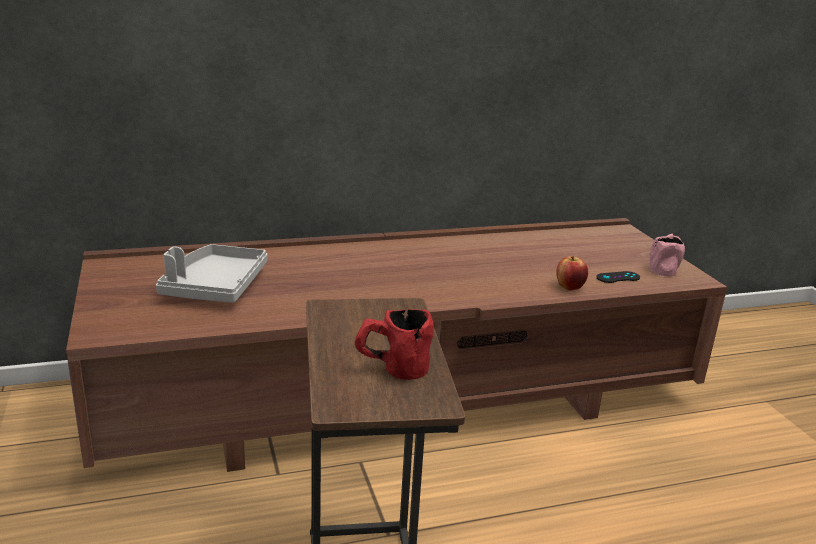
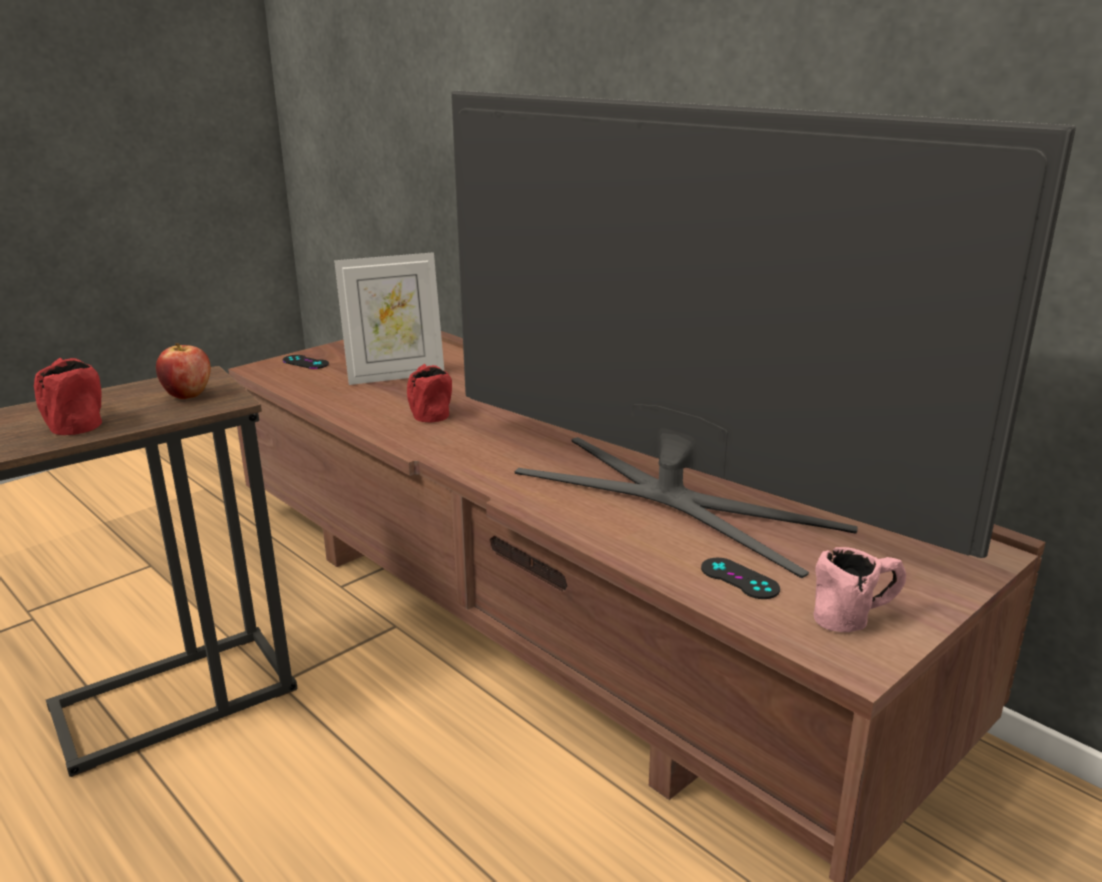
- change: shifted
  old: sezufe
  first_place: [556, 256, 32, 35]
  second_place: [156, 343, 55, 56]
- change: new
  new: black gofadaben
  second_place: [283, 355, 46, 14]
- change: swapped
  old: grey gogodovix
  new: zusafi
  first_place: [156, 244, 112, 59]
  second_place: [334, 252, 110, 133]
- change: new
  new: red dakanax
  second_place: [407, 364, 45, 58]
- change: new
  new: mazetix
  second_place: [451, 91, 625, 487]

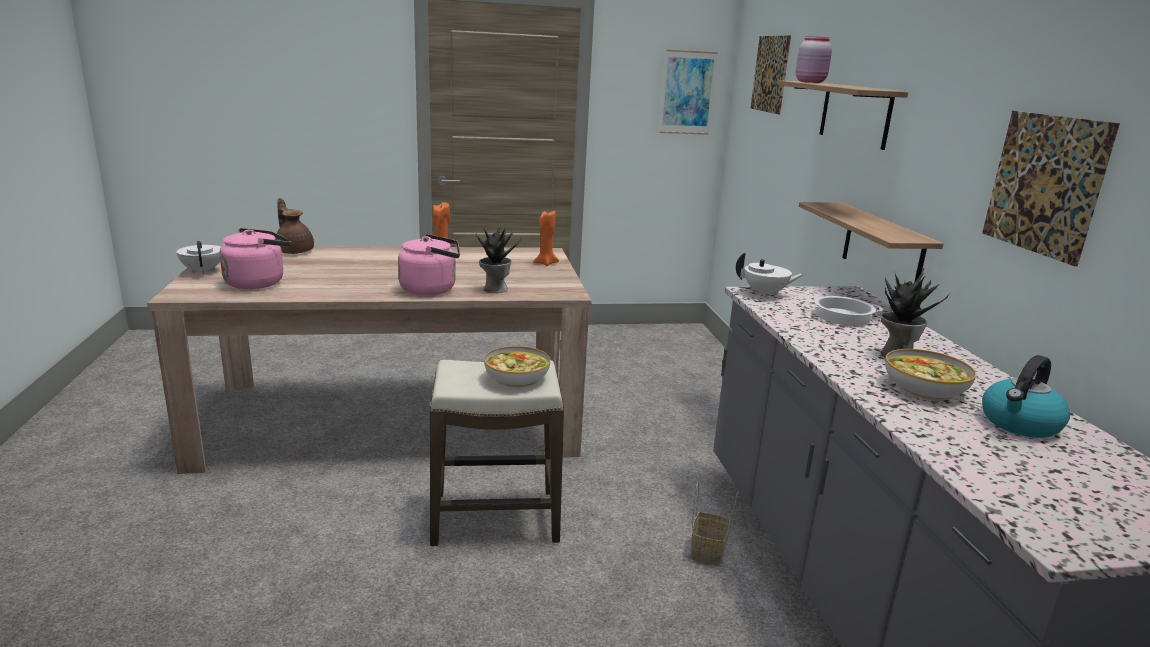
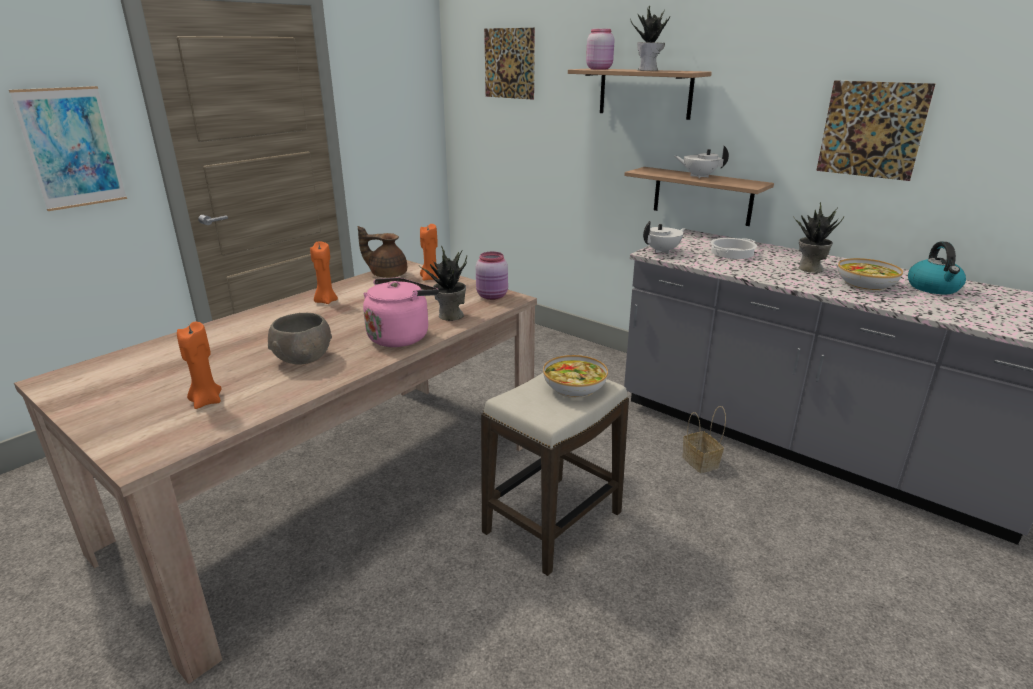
- change: shifted
  old: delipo
  first_place: [659, 50, 59, 85]
  second_place: [9, 86, 118, 125]
- change: swapped
  old: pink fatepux
  new: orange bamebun
  first_place: [220, 228, 71, 61]
  second_place: [177, 322, 44, 87]
- change: new
  new: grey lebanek
  second_place: [268, 313, 64, 52]
- change: shifted
  old: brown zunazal
  first_place: [275, 198, 39, 56]
  second_place: [358, 226, 49, 52]
- change: new
  new: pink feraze
  second_place: [476, 252, 32, 48]
- change: new
  new: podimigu
  second_place: [631, 6, 39, 65]
- change: shifted
  old: white zunazal
  first_place: [177, 241, 44, 33]
  second_place: [675, 146, 54, 32]

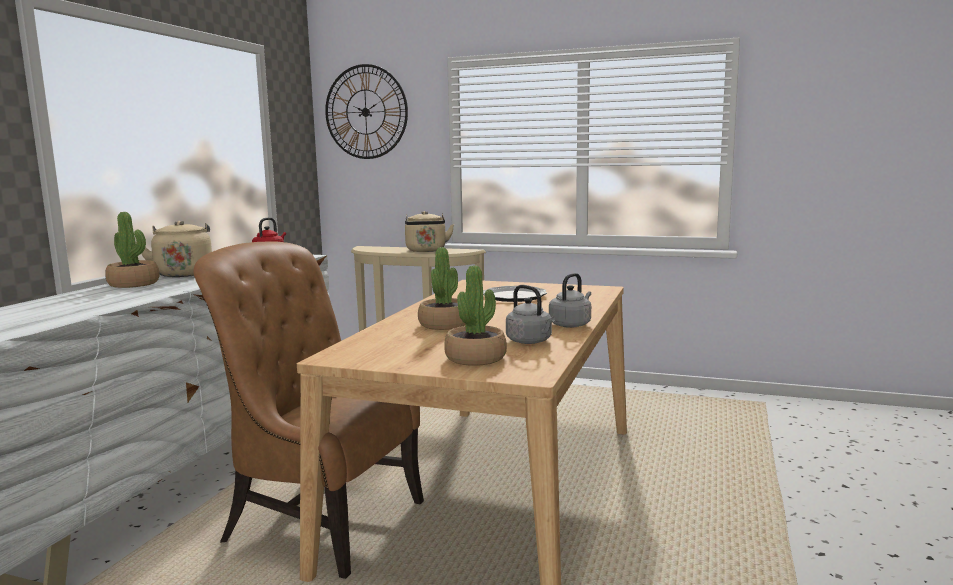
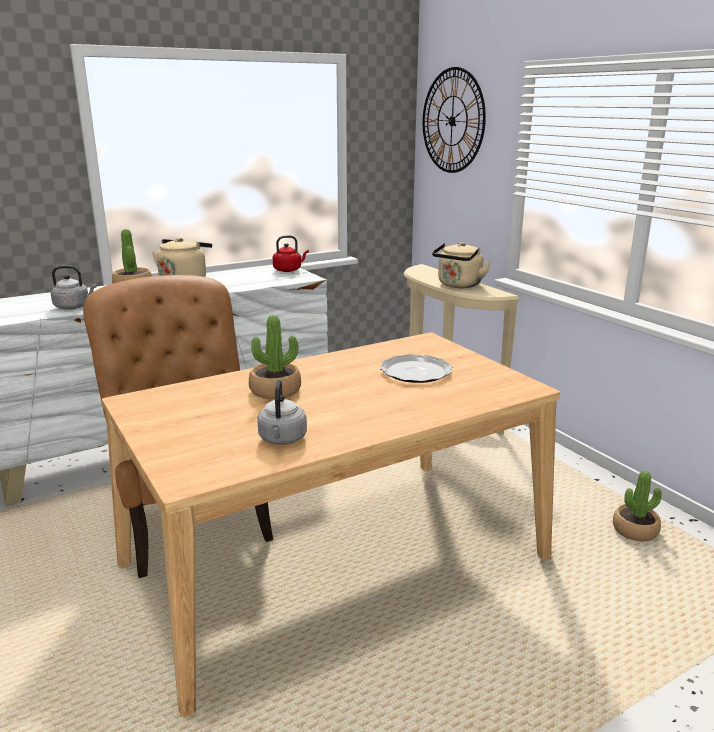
- change: shifted
  old: grey fatepux
  first_place: [549, 273, 42, 55]
  second_place: [51, 266, 46, 43]
- change: shifted
  old: podimigu
  first_place: [444, 266, 63, 100]
  second_place: [613, 471, 49, 70]

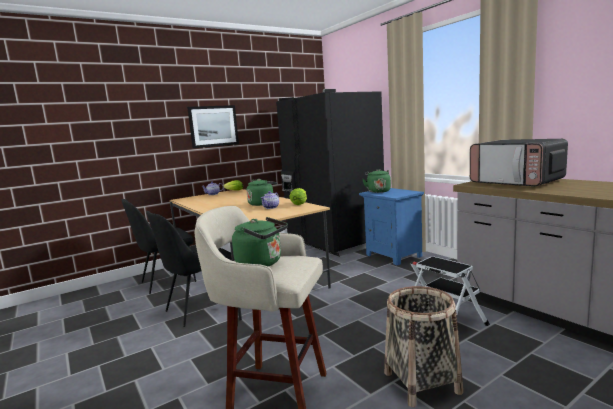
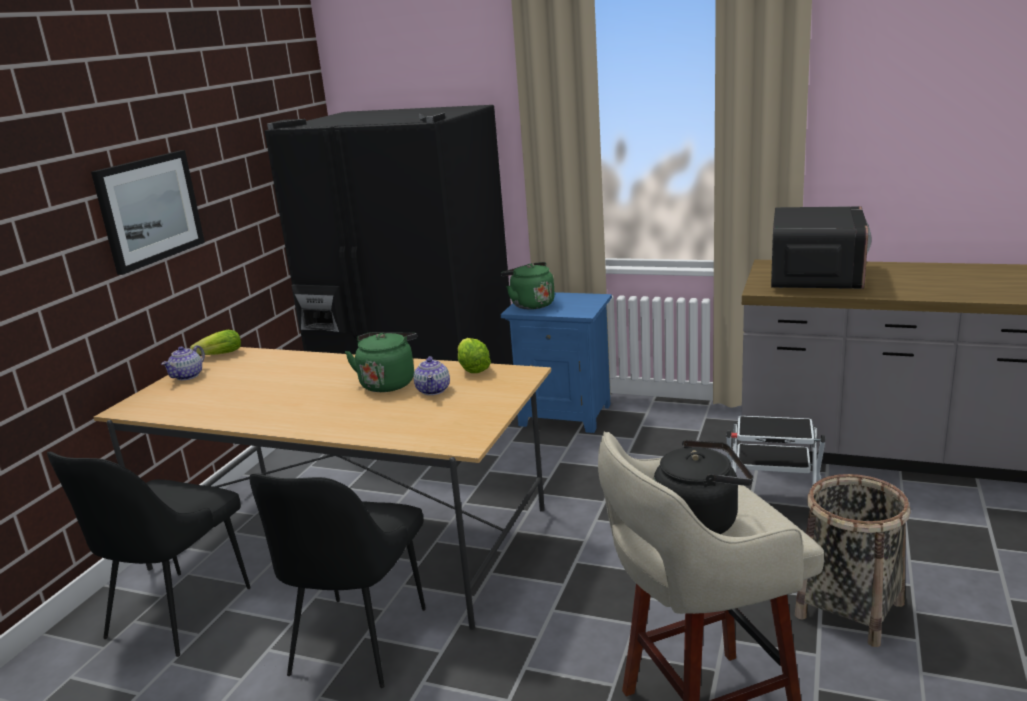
- change: repainted
  old: green fatepux
  new: black fatepux
  first_place: [232, 217, 56, 49]
  second_place: [654, 440, 99, 94]
- change: rotated
  old: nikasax
  first_place: [470, 139, 98, 47]
  second_place: [771, 206, 100, 83]
  degrees: -90

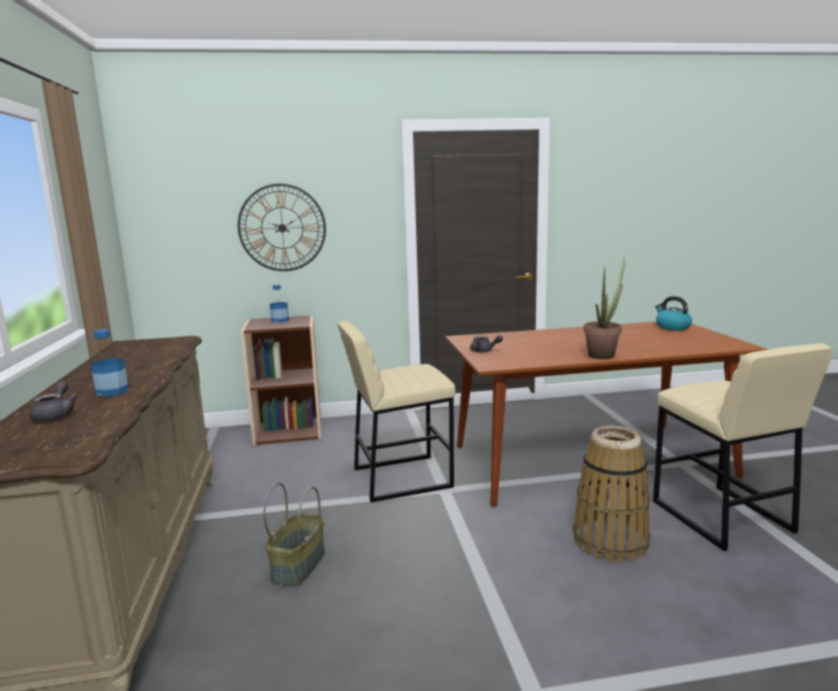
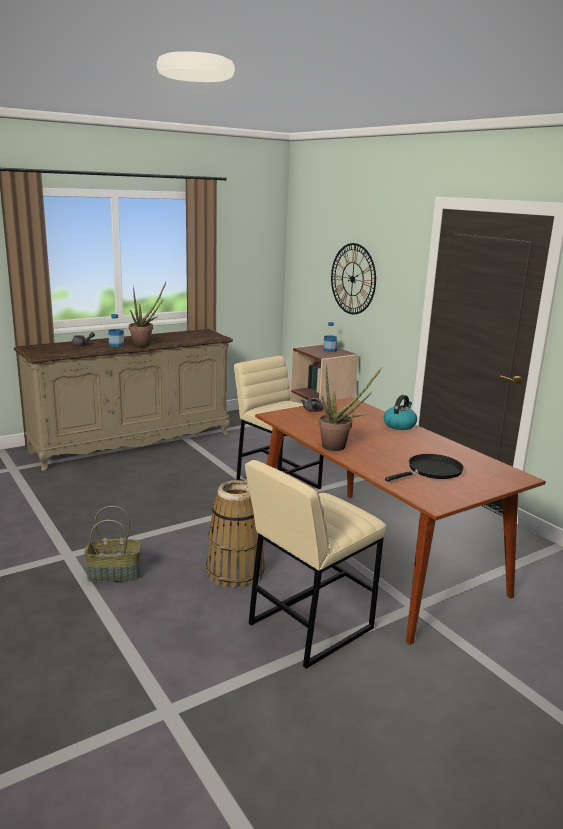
- change: shifted
  old: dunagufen
  first_place: [263, 482, 62, 105]
  second_place: [84, 506, 57, 76]
- change: new
  new: podimigu
  second_place: [129, 282, 37, 65]
- change: shifted
  old: fatepux
  first_place: [655, 296, 37, 35]
  second_place: [384, 395, 33, 35]
- change: new
  new: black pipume
  second_place: [385, 454, 79, 28]

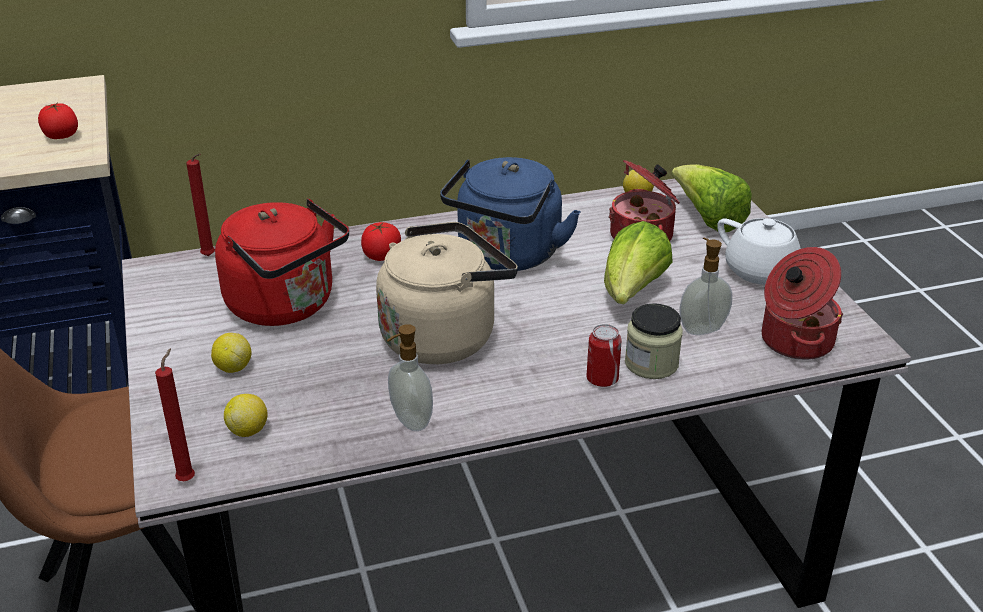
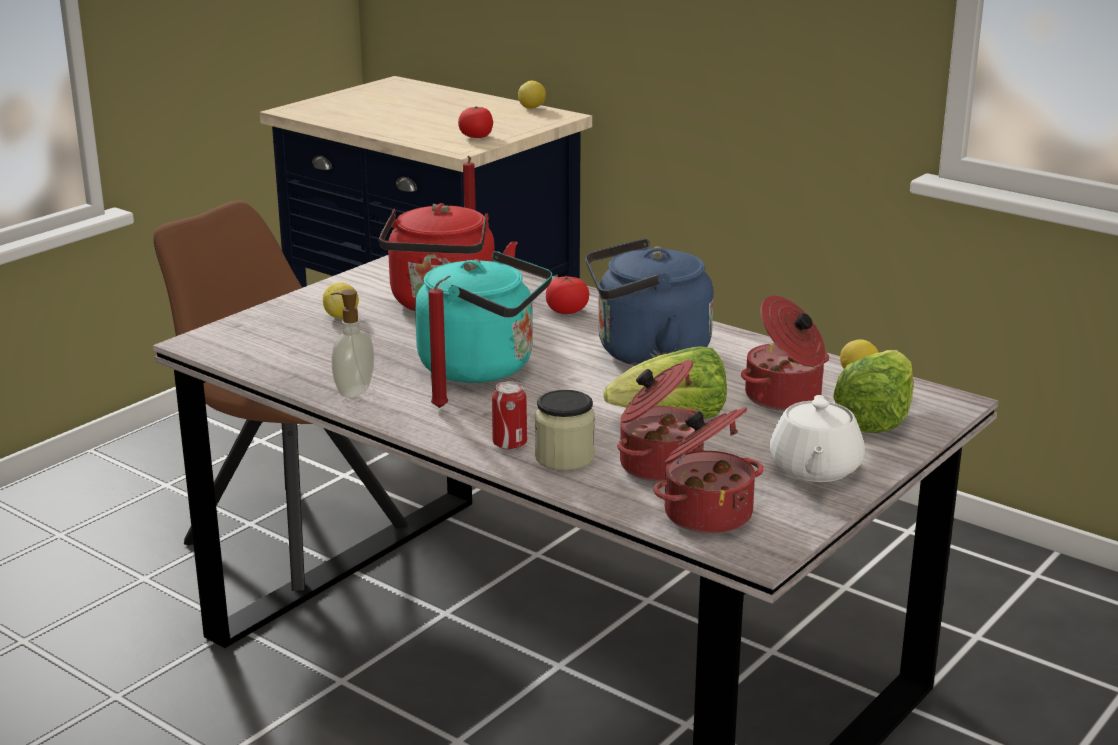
- change: repainted
  old: beige fatepux
  new: turquoise fatepux
  first_place: [376, 222, 142, 142]
  second_place: [415, 251, 137, 132]
- change: shifted
  old: red bamebun
  first_place: [155, 348, 40, 133]
  second_place: [428, 276, 22, 132]
- change: shifted
  old: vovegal
  first_place: [224, 394, 44, 43]
  second_place: [518, 81, 28, 28]
- change: swapped
  old: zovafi
  new: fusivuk
  first_place: [679, 237, 53, 98]
  second_place: [617, 360, 87, 123]

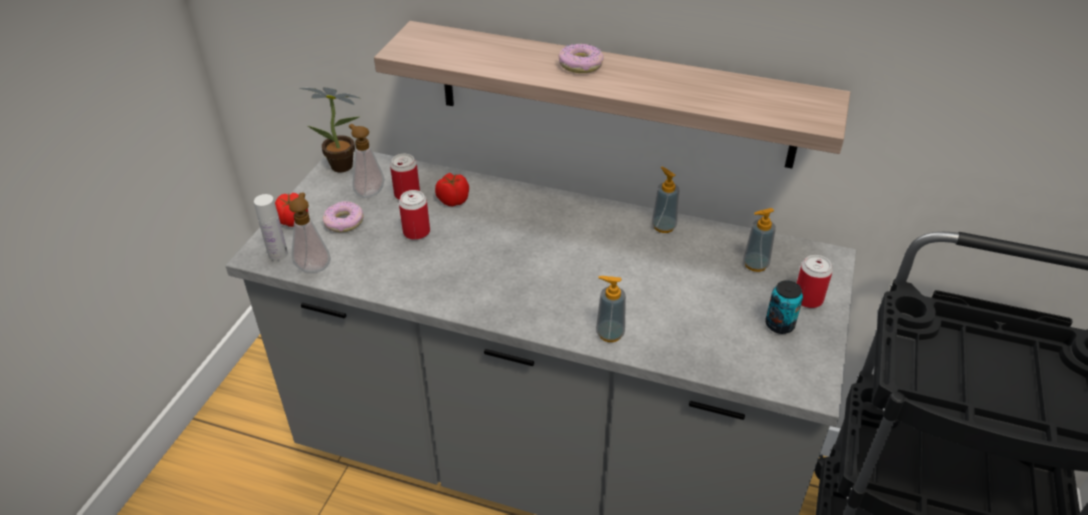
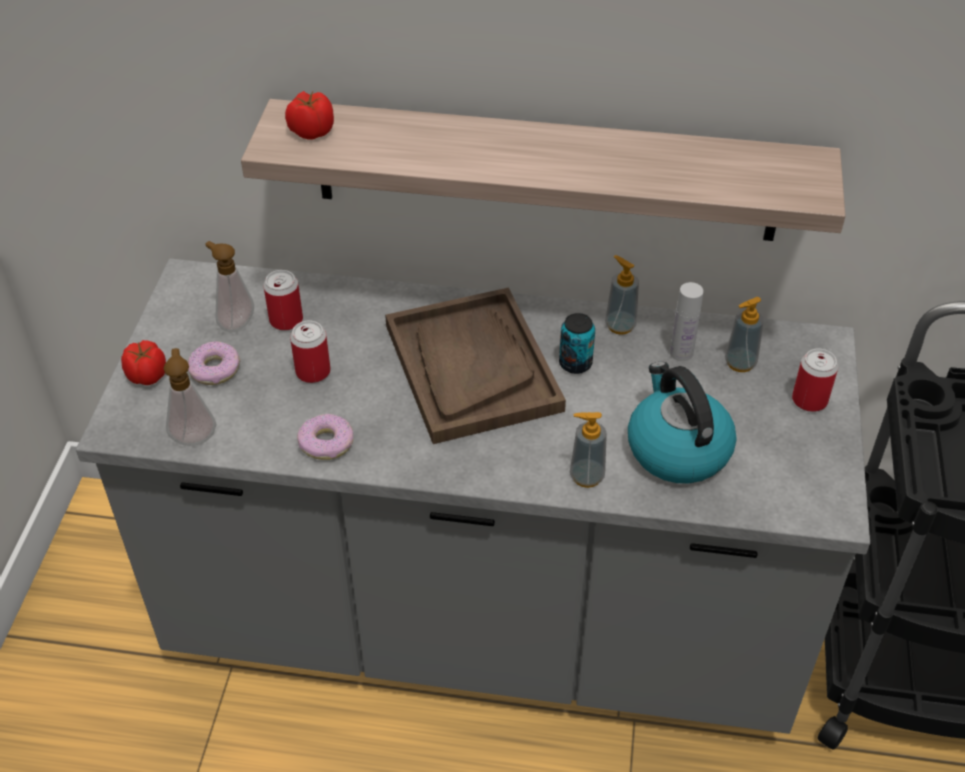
- change: shifted
  old: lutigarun
  first_place: [435, 173, 34, 33]
  second_place: [285, 91, 49, 48]
- change: shifted
  old: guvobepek
  first_place: [558, 44, 46, 29]
  second_place: [297, 414, 56, 46]
- change: new
  new: brown gogodovix
  second_place: [385, 287, 181, 157]
- change: shifted
  old: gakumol
  first_place: [765, 280, 38, 54]
  second_place: [559, 313, 36, 61]
- change: new
  new: fatepux
  second_place: [628, 362, 109, 121]
- change: shifted
  old: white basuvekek
  first_place: [254, 194, 34, 67]
  second_place: [670, 282, 34, 79]
- change: gone
  old: podimigu
  first_place: [299, 87, 61, 86]

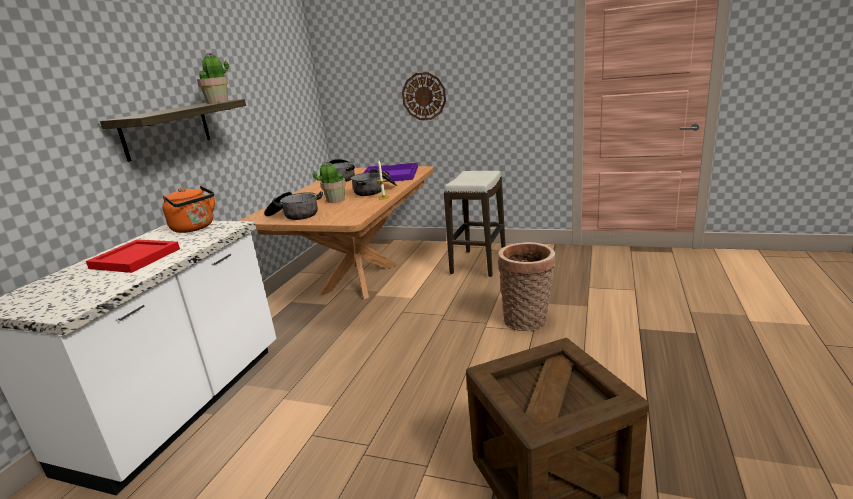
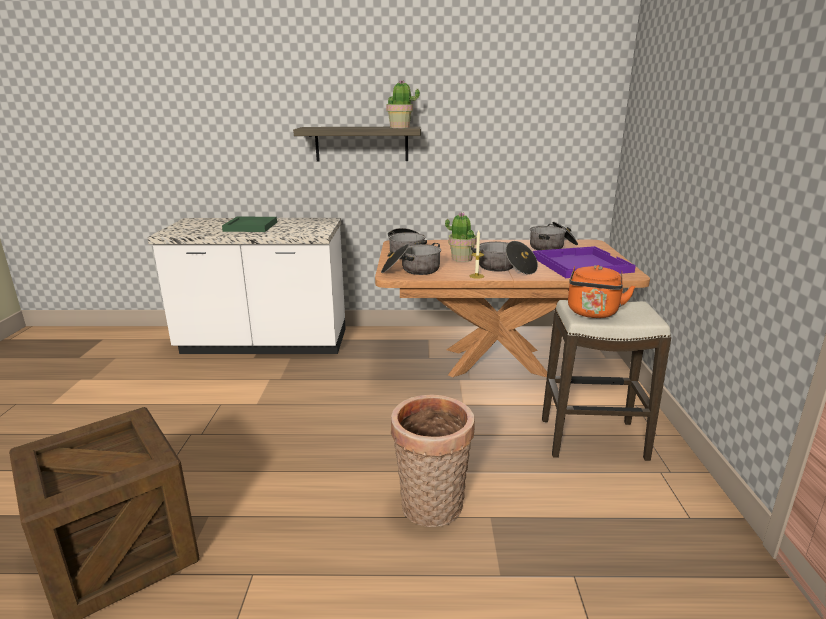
- change: repainted
  old: red gogodovix
  new: green gogodovix
  first_place: [86, 239, 94, 34]
  second_place: [222, 217, 55, 15]
- change: new
  new: fusivuk
  second_place: [381, 243, 60, 32]
- change: shifted
  old: orange fatepux
  first_place: [162, 186, 53, 47]
  second_place: [568, 265, 68, 53]
- change: gone
  old: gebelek
  first_place: [402, 72, 44, 48]

